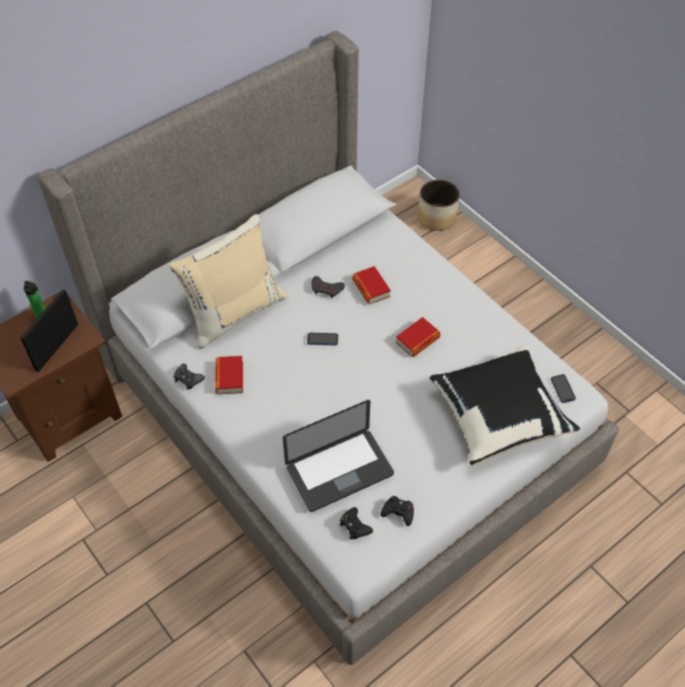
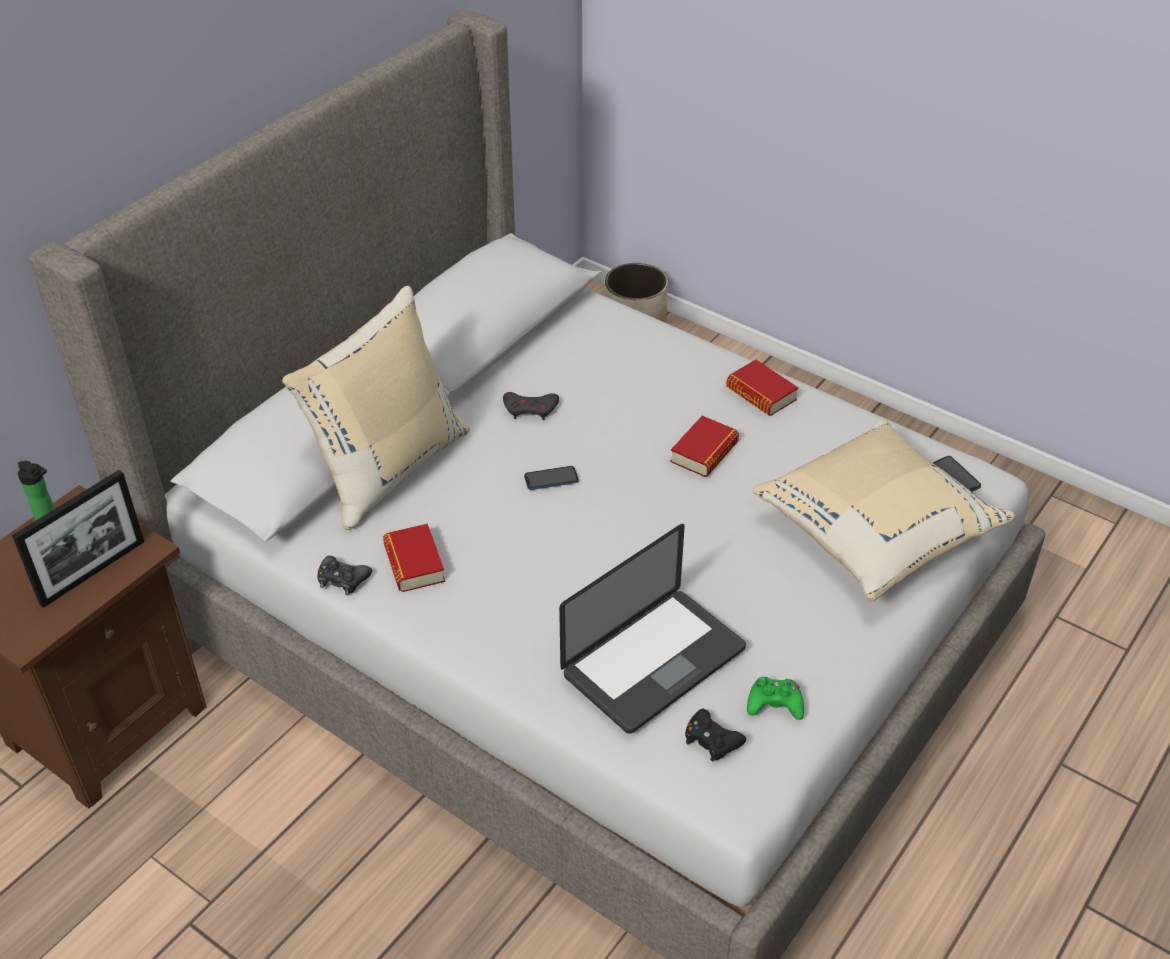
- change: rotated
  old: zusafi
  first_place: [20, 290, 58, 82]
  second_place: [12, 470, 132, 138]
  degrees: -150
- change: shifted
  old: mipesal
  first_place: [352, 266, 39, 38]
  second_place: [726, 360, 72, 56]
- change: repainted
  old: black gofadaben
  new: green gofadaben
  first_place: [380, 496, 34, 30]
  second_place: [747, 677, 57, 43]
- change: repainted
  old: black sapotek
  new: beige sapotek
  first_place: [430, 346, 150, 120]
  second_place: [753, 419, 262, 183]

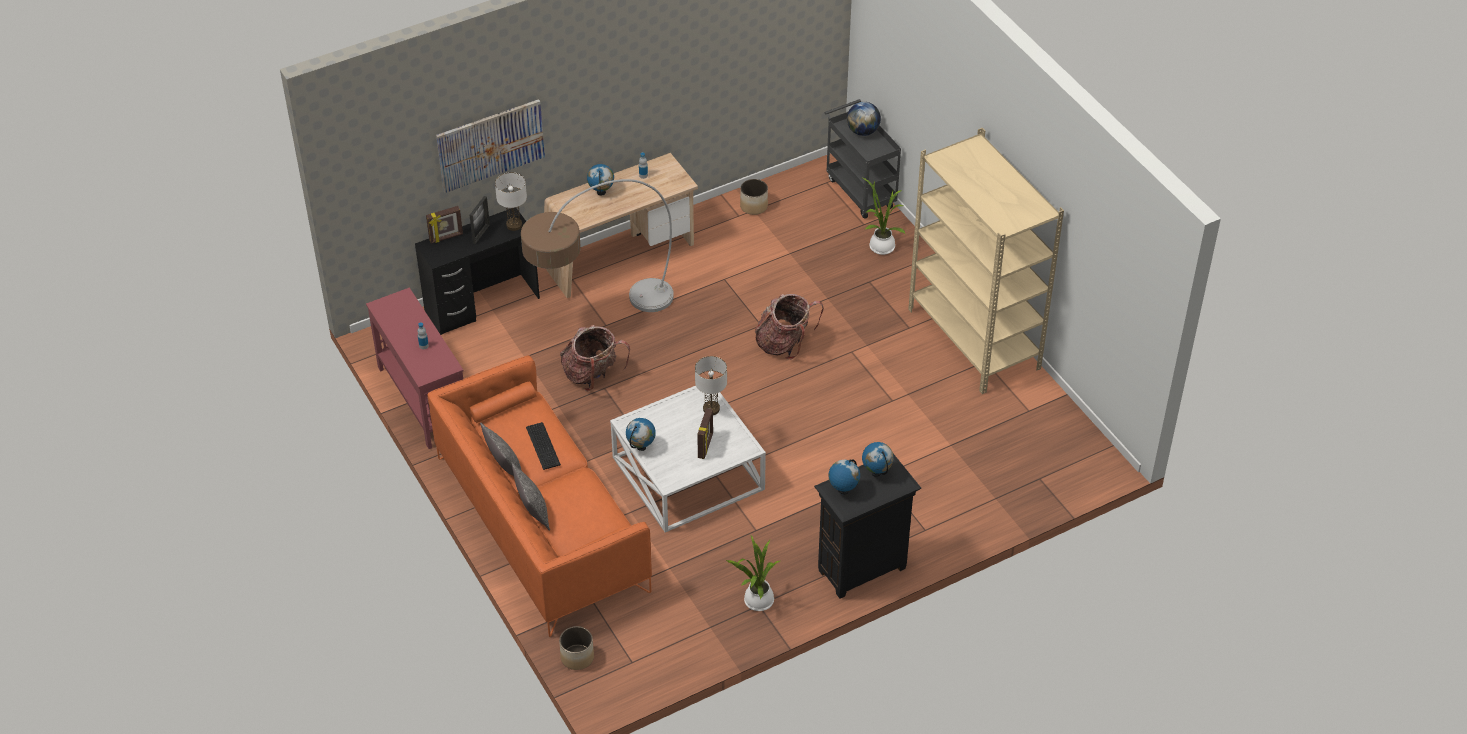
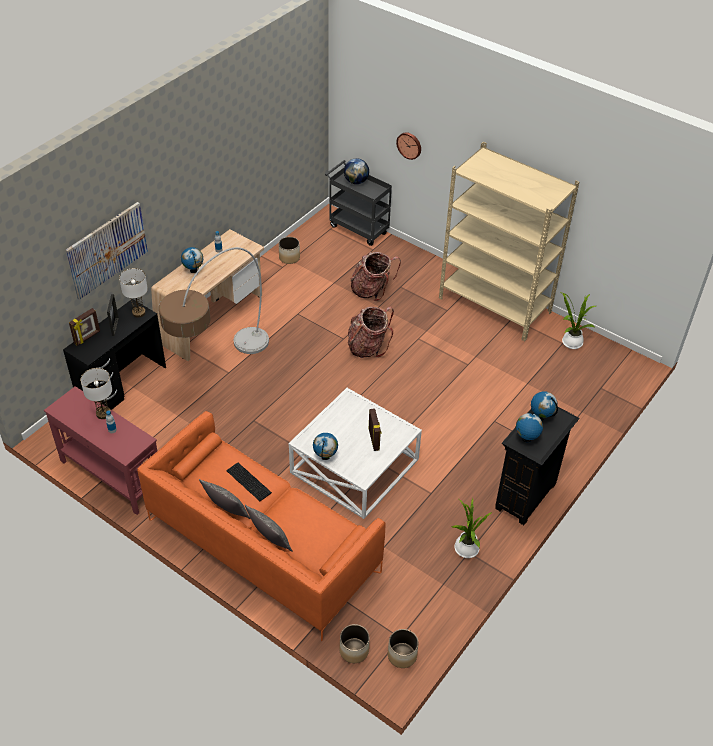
- change: shifted
  old: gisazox
  first_place: [695, 356, 32, 59]
  second_place: [81, 368, 31, 51]
- change: shifted
  old: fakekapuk
  first_place: [560, 325, 70, 66]
  second_place: [350, 252, 51, 49]
- change: new
  new: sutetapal
  second_place: [388, 629, 30, 39]
- change: new
  new: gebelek
  second_place: [396, 132, 25, 28]
- change: shifted
  old: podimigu
  first_place: [863, 178, 43, 77]
  second_place: [559, 292, 37, 57]

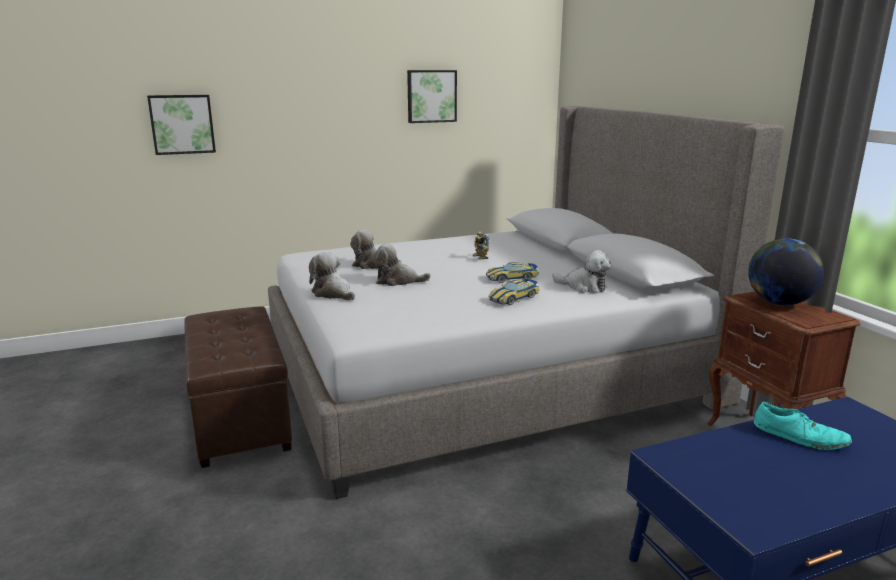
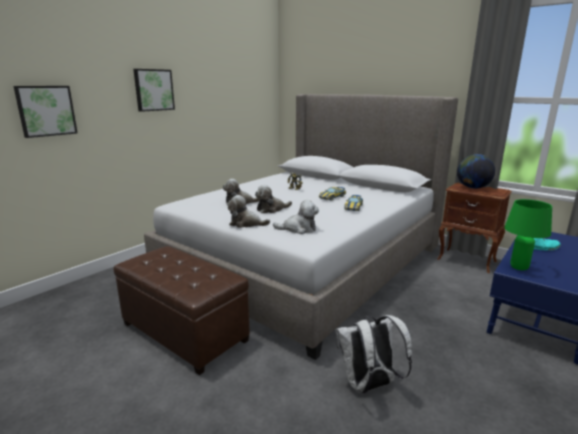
- change: shifted
  old: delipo
  first_place: [407, 70, 50, 53]
  second_place: [133, 69, 42, 43]
- change: shifted
  old: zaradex
  first_place: [552, 250, 59, 43]
  second_place: [273, 200, 46, 34]
- change: new
  new: white fakekapuk
  second_place: [336, 315, 76, 78]
- change: new
  new: green gisazox
  second_place: [504, 199, 48, 71]

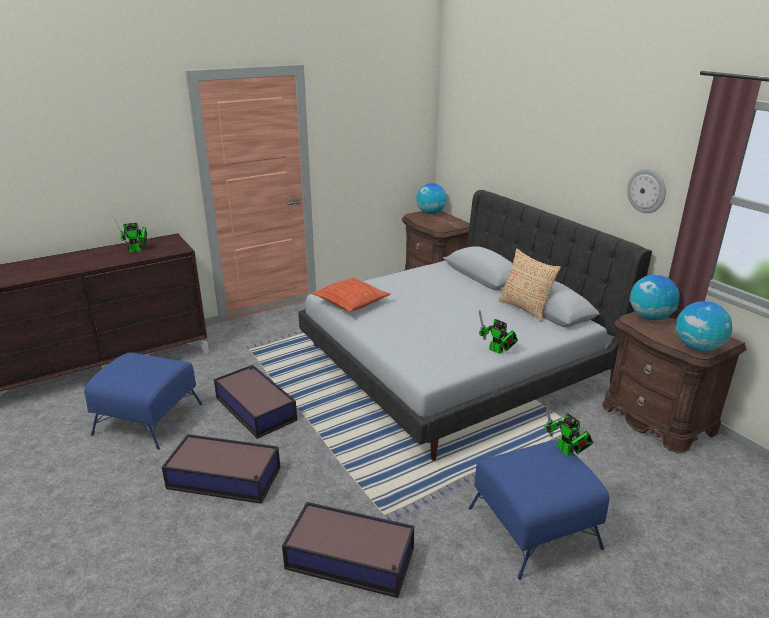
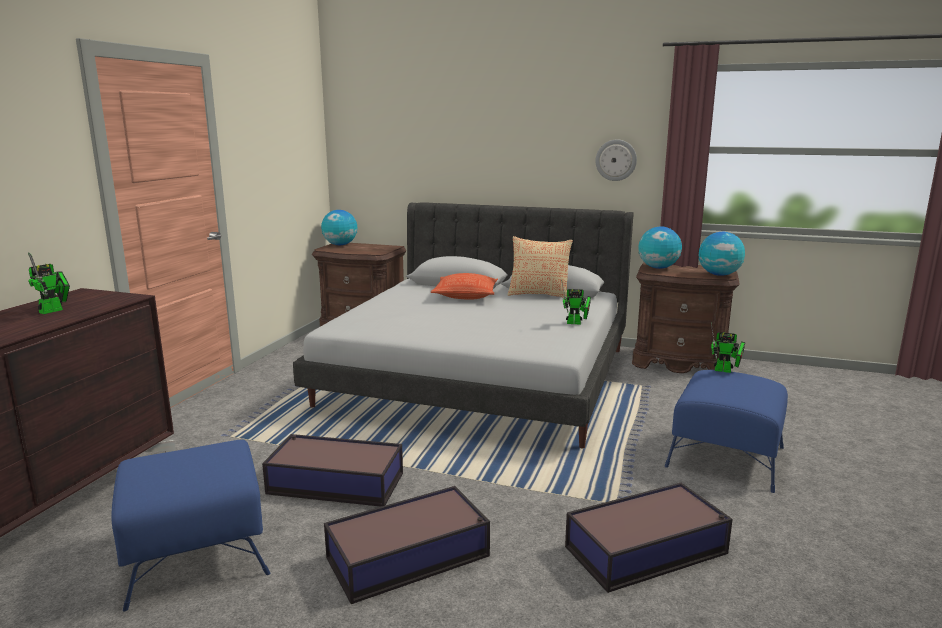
- change: shifted
  old: orange sapotek
  first_place: [312, 277, 78, 35]
  second_place: [431, 273, 67, 27]

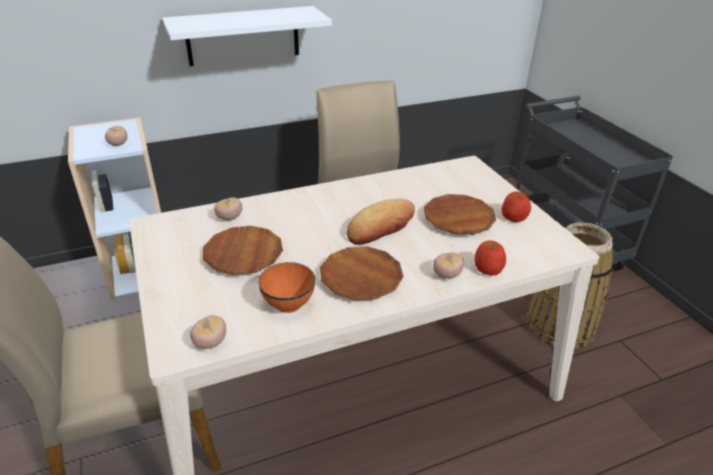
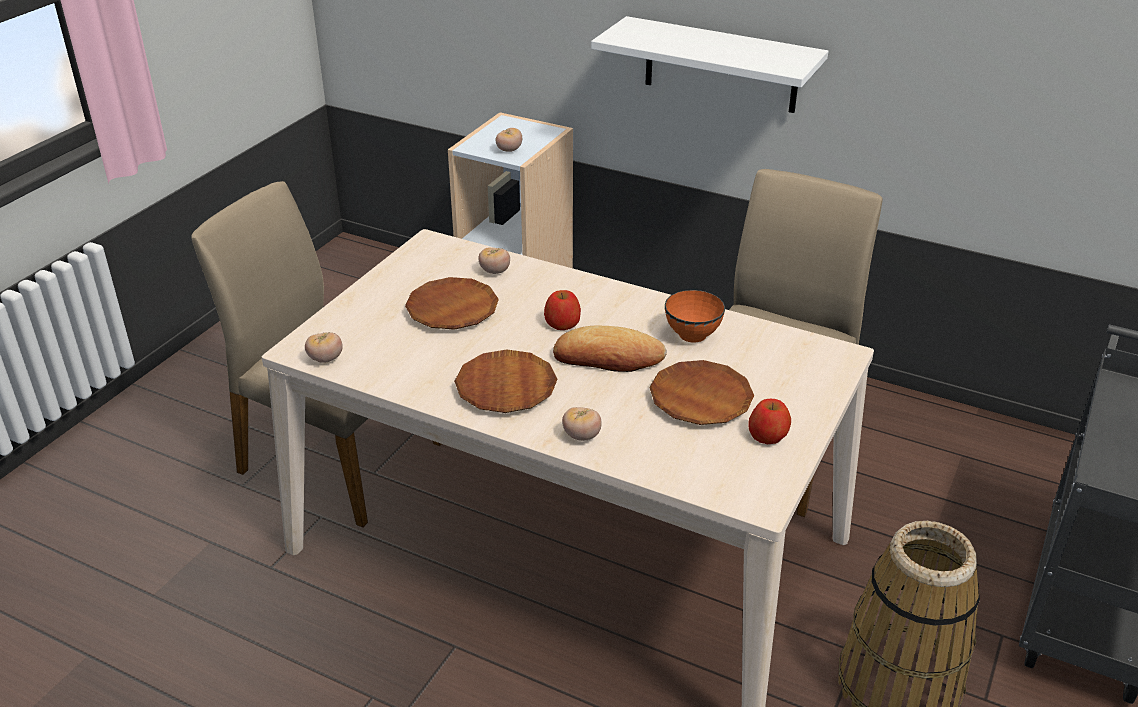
- change: shifted
  old: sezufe
  first_place: [474, 241, 32, 35]
  second_place: [544, 290, 37, 40]
- change: shifted
  old: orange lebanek
  first_place: [258, 262, 57, 51]
  second_place: [665, 290, 60, 53]

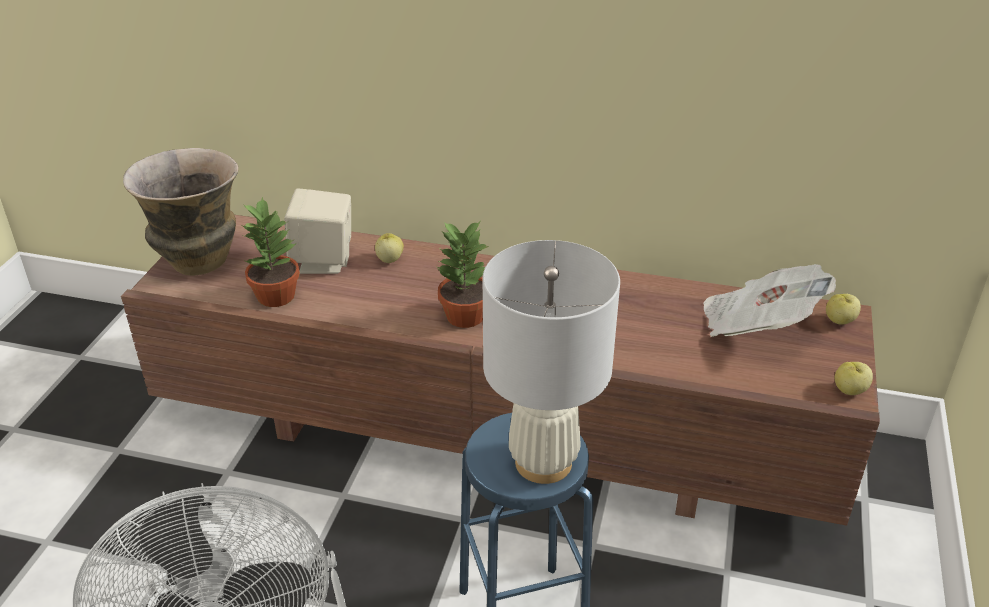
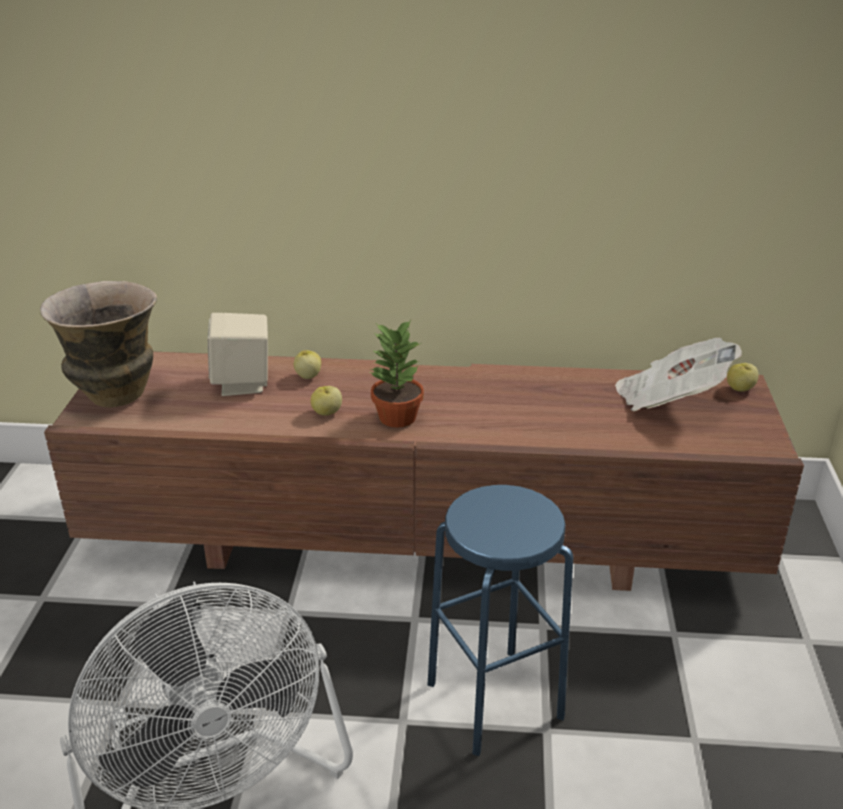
- change: shifted
  old: sezufe
  first_place: [835, 362, 38, 33]
  second_place: [310, 386, 32, 30]
- change: gone
  old: podimigu
  first_place: [242, 197, 58, 110]
- change: gone
  old: white gisazox
  first_place: [483, 240, 137, 244]

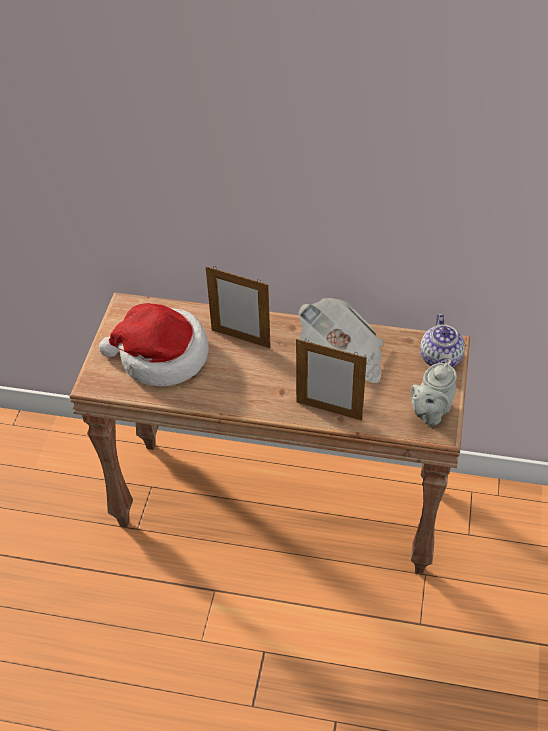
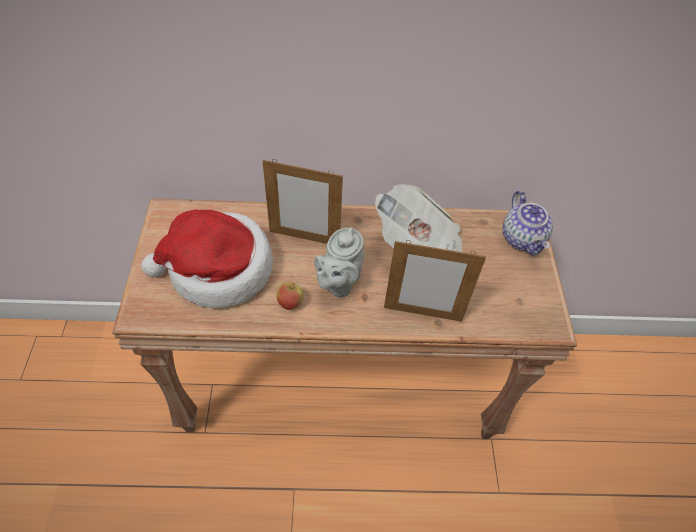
- change: new
  new: sezufe
  second_place: [276, 281, 28, 29]
- change: shifted
  old: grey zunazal
  first_place: [410, 363, 47, 63]
  second_place: [314, 227, 50, 71]

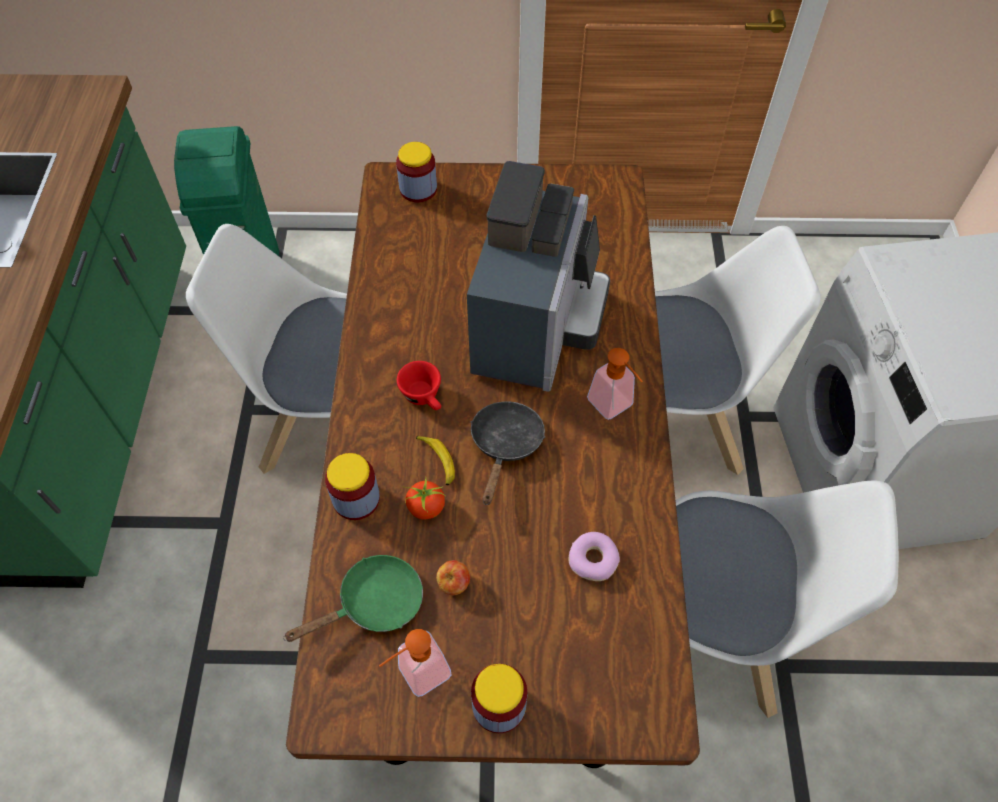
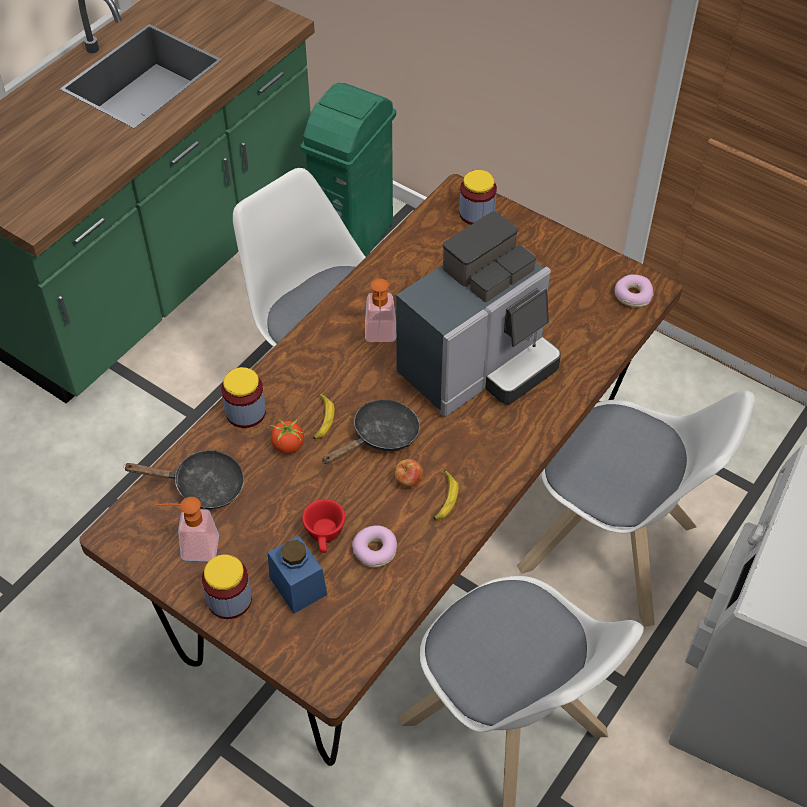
- change: repainted
  old: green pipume
  new: black pipume
  first_place: [283, 555, 140, 87]
  second_place: [123, 450, 121, 59]
- change: new
  new: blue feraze
  second_place: [268, 536, 59, 77]
- change: shifted
  old: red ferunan
  first_place: [397, 361, 44, 49]
  second_place: [302, 499, 43, 54]
- change: shifted
  old: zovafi
  first_place: [587, 348, 56, 72]
  second_place: [365, 278, 31, 64]
- change: shifted
  old: sezufe
  first_place: [436, 560, 34, 35]
  second_place: [395, 459, 28, 28]
- change: new
  new: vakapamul
  second_place: [433, 470, 26, 50]
- change: new
  new: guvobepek
  second_place: [614, 274, 40, 33]

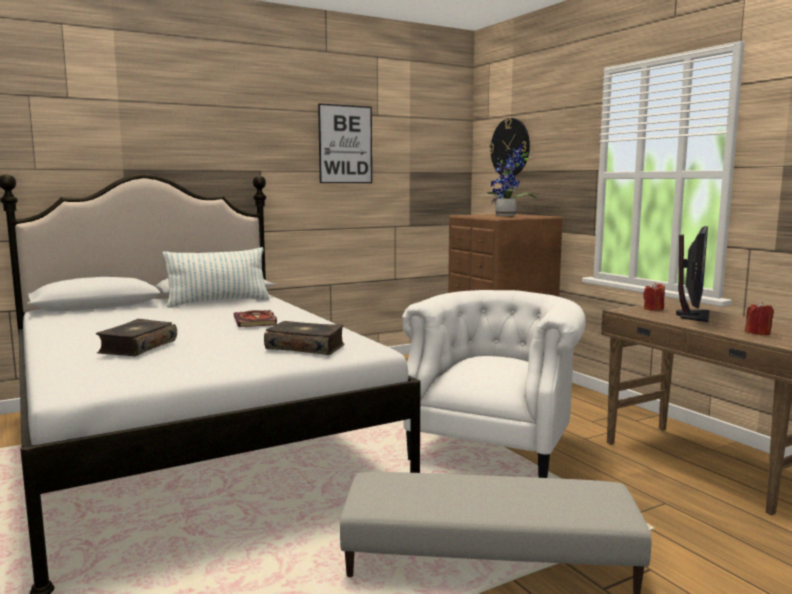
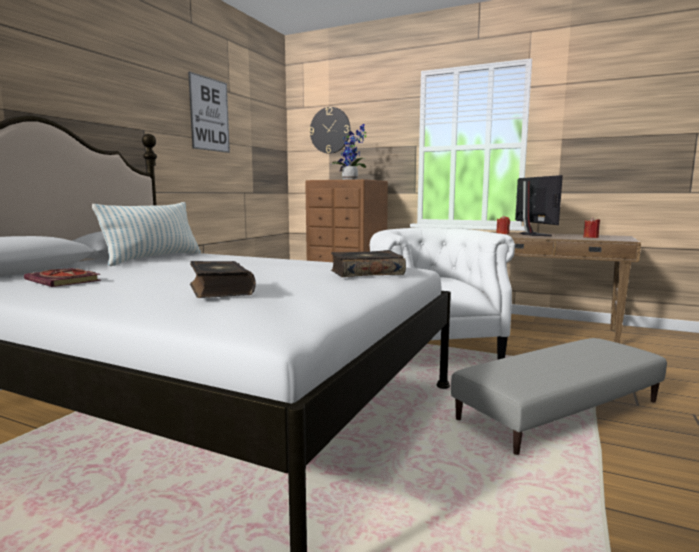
- change: shifted
  old: mipesal
  first_place: [234, 310, 43, 17]
  second_place: [24, 268, 77, 19]

